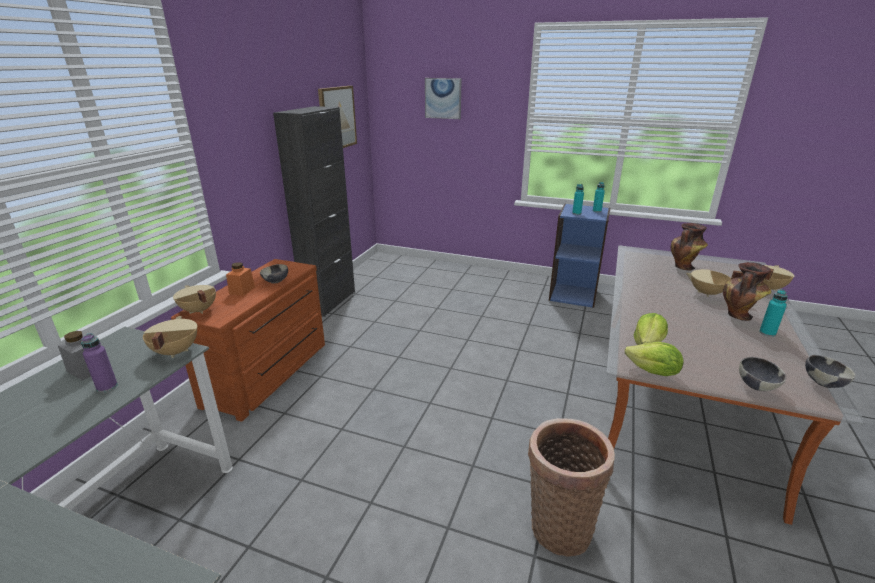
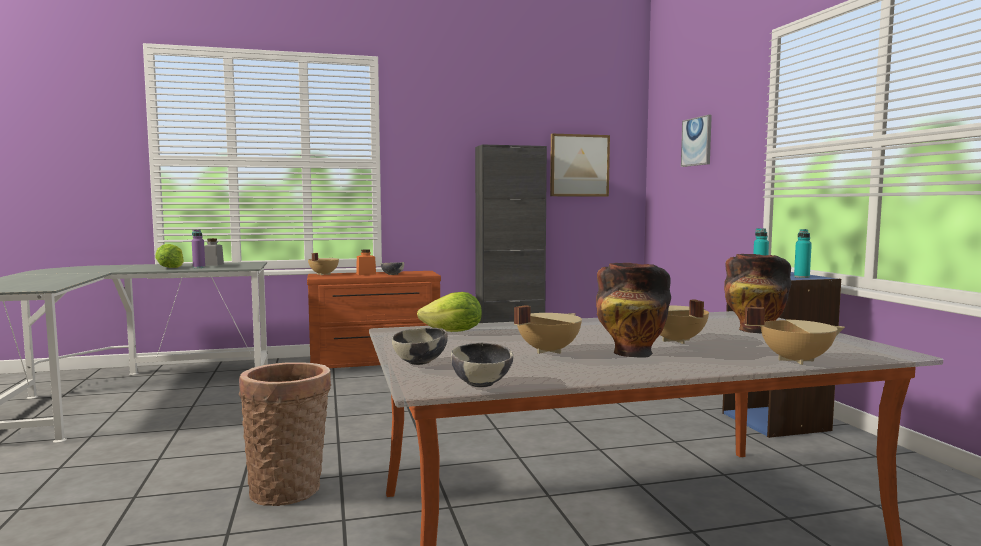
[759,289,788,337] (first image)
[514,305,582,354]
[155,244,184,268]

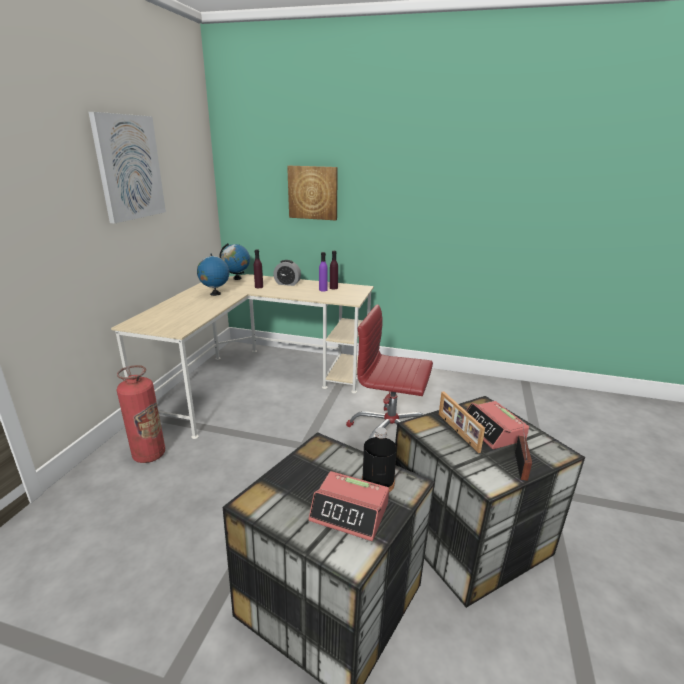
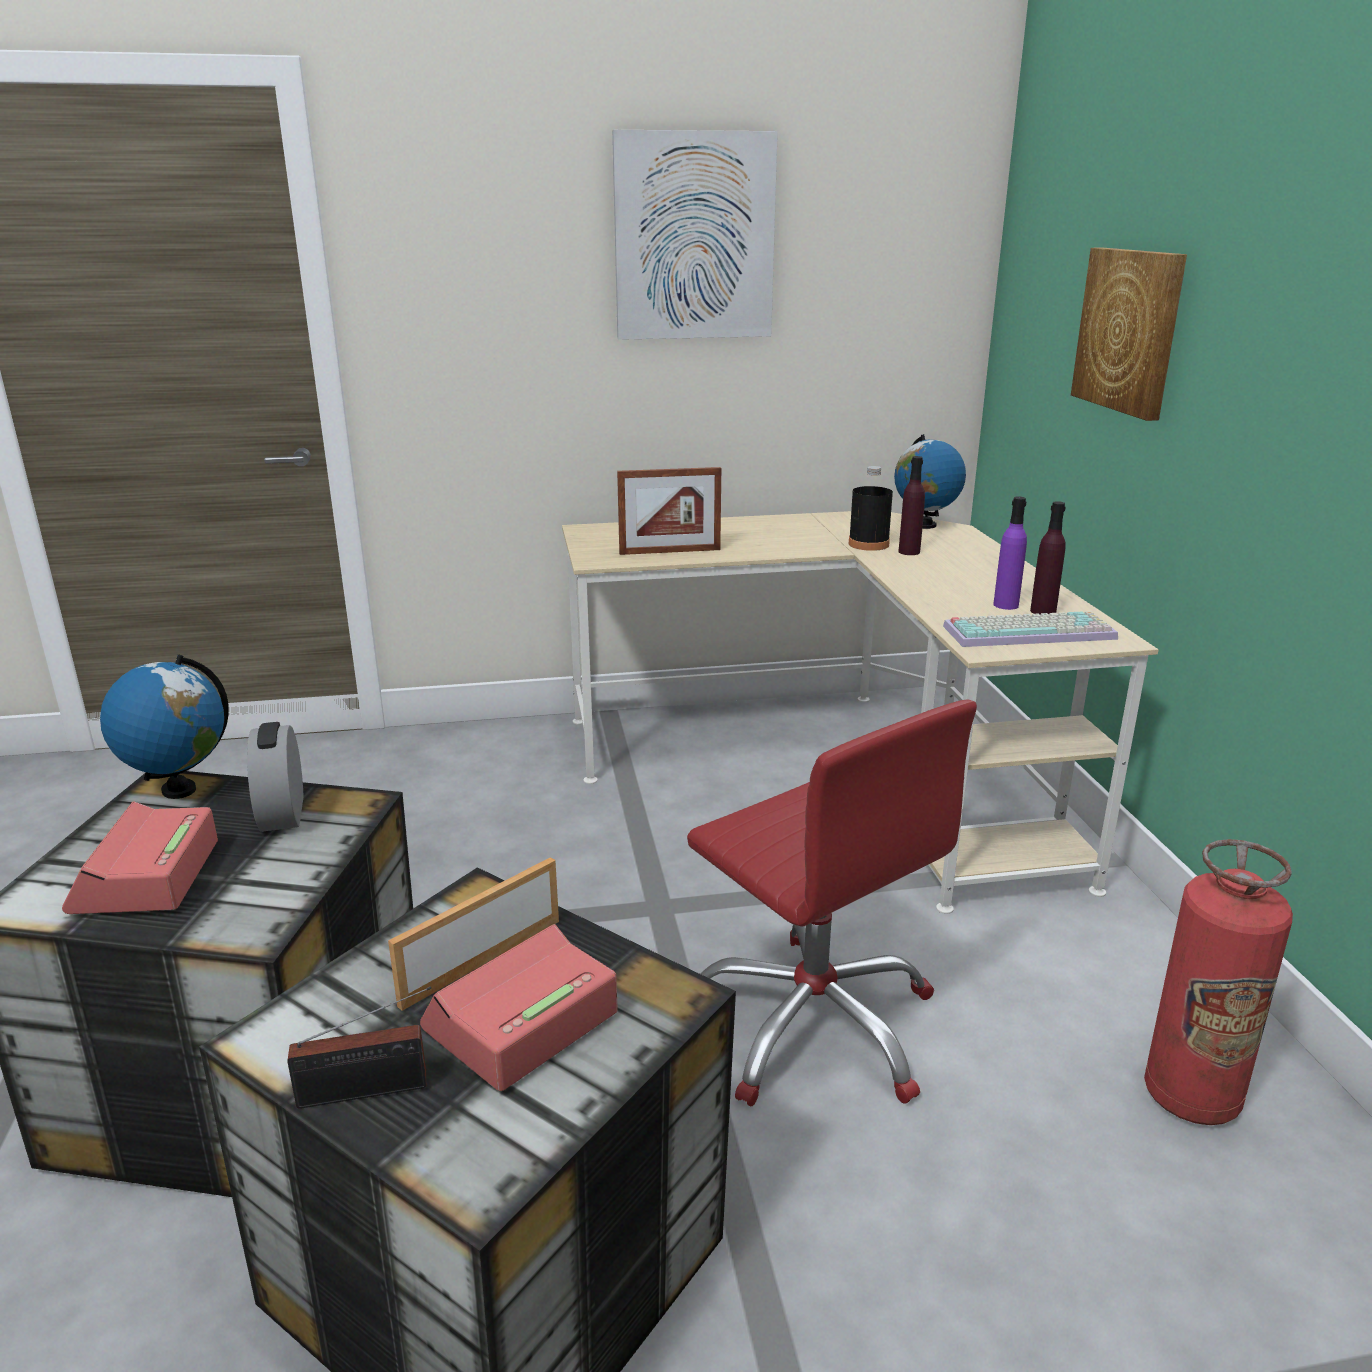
[617,467,721,555]
[943,611,1118,647]
[1144,839,1293,1125]
[100,655,229,799]
[247,722,304,832]
[849,466,893,551]
[687,699,977,1106]

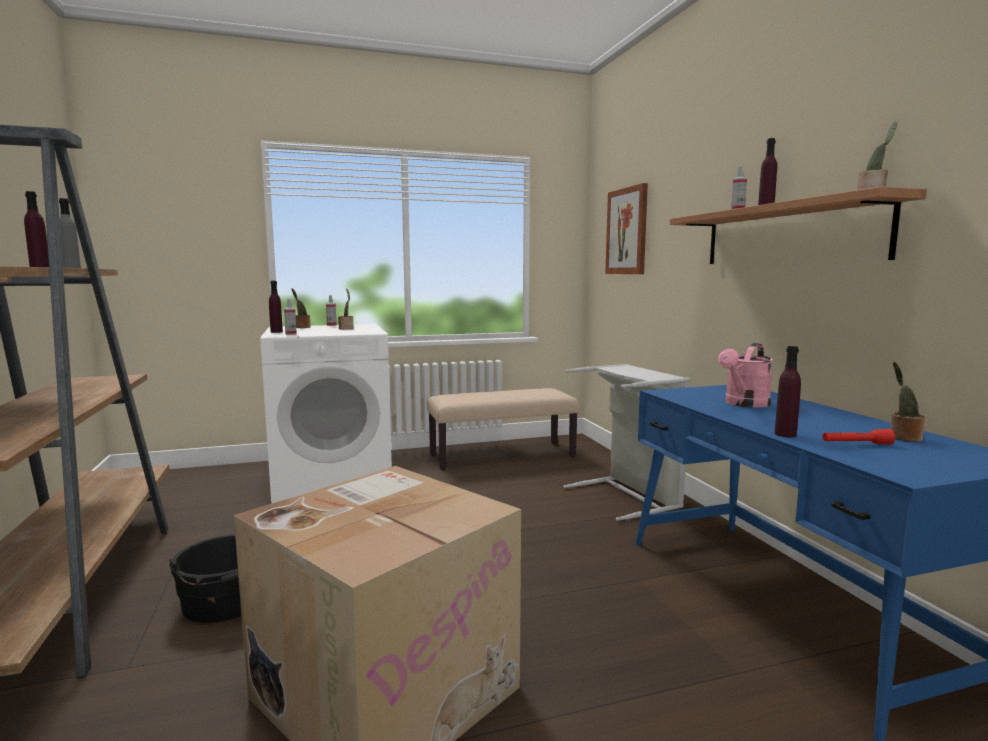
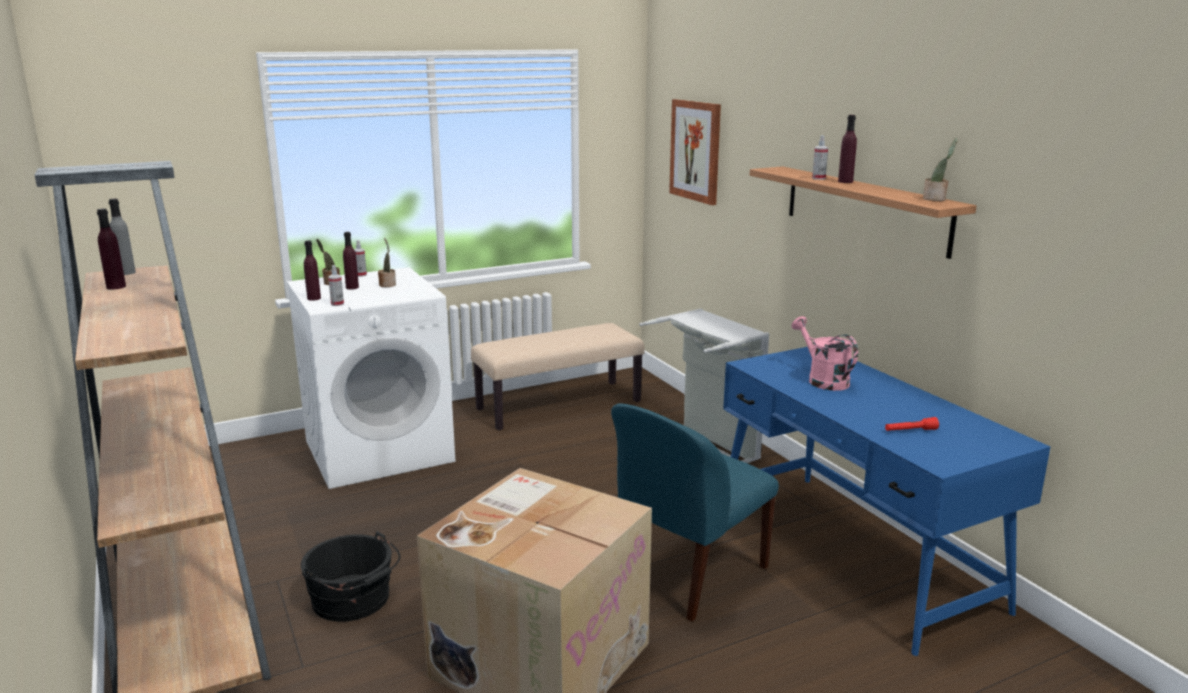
[891,362,926,442] (first image)
[611,403,779,622]
[343,232,359,290]
[792,316,858,391]

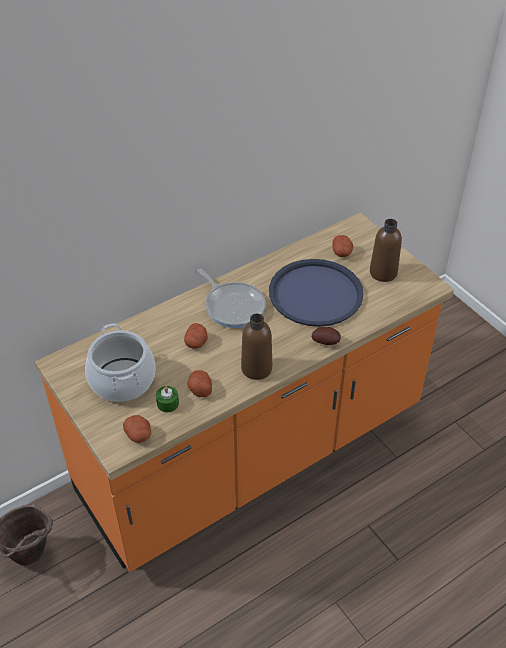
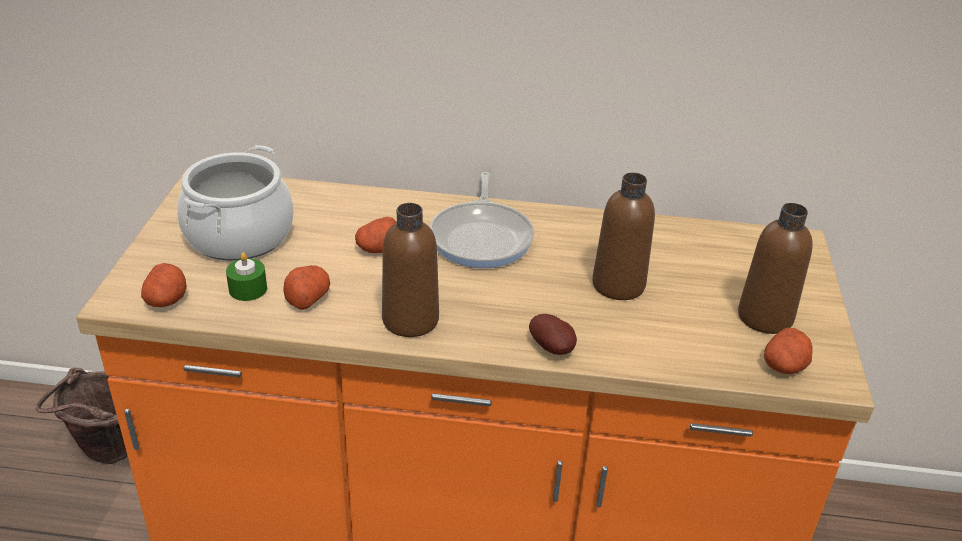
[764,328,813,374]
[592,173,655,300]

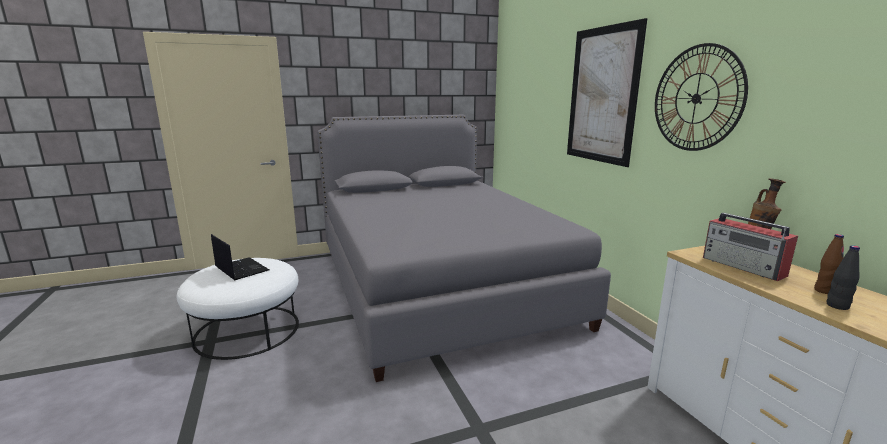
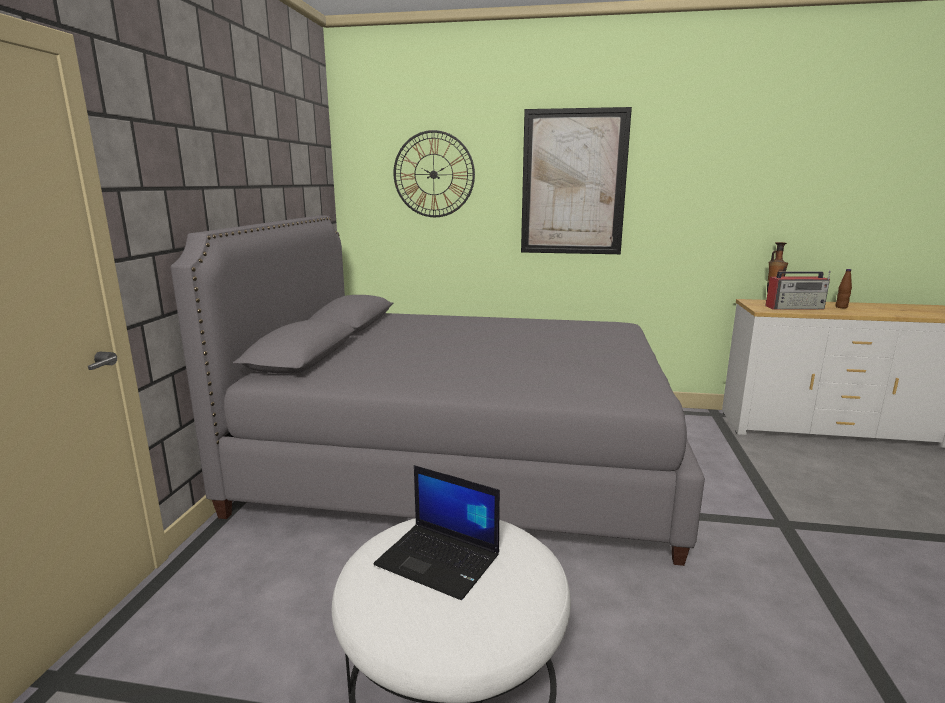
[826,245,860,310] (first image)
[394,130,475,217]
[373,465,500,600]

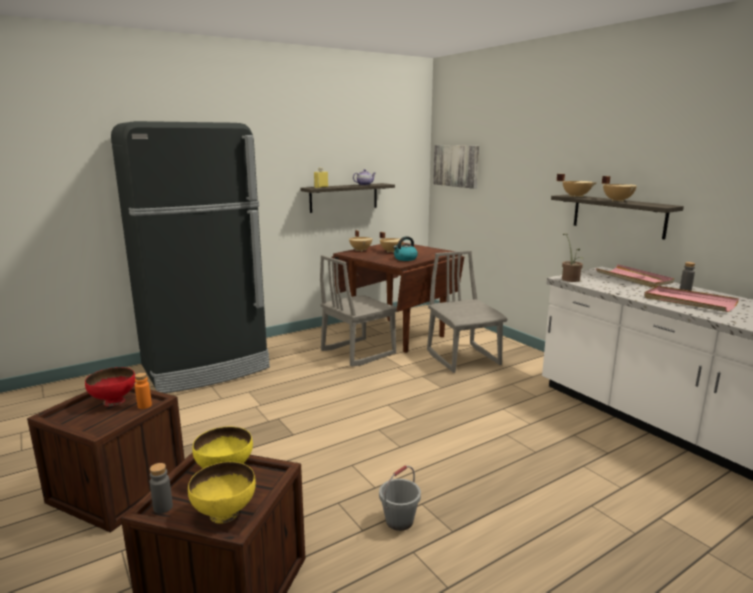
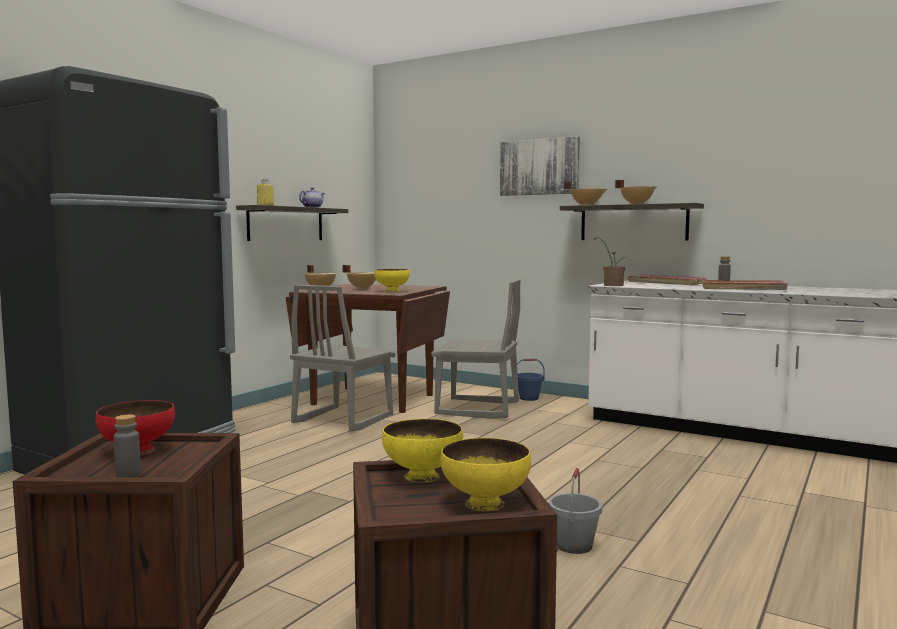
[135,373,152,409] (first image)
[517,358,545,401]
[114,415,141,477]
[500,136,580,196]
[374,269,410,292]
[431,279,521,419]

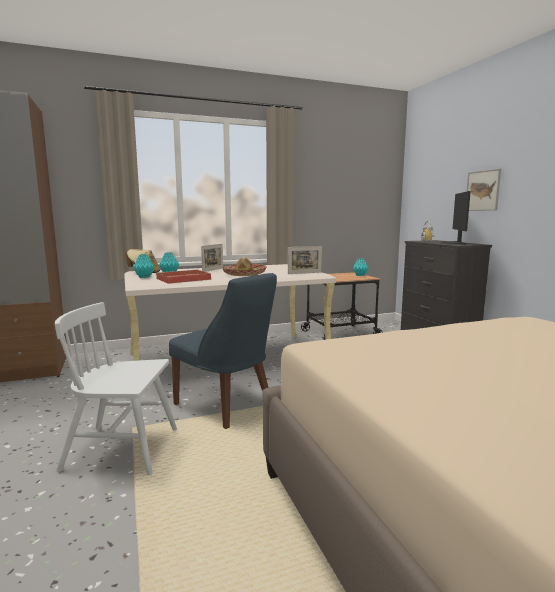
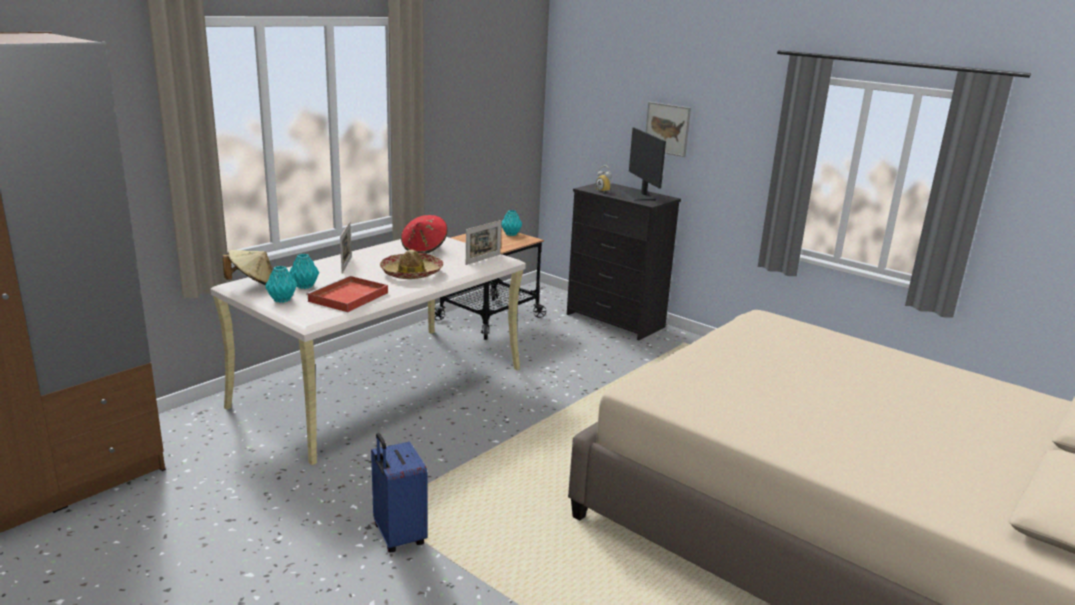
[169,273,277,429] (first image)
[401,215,447,254]
[371,433,428,552]

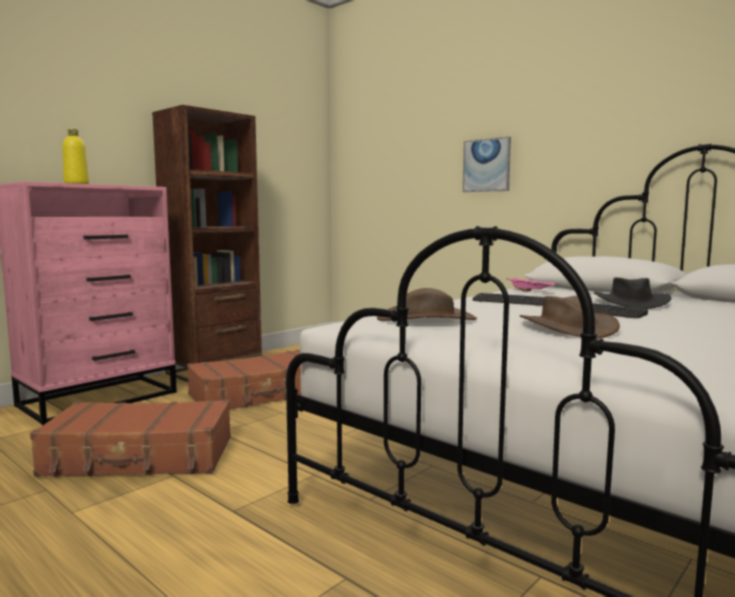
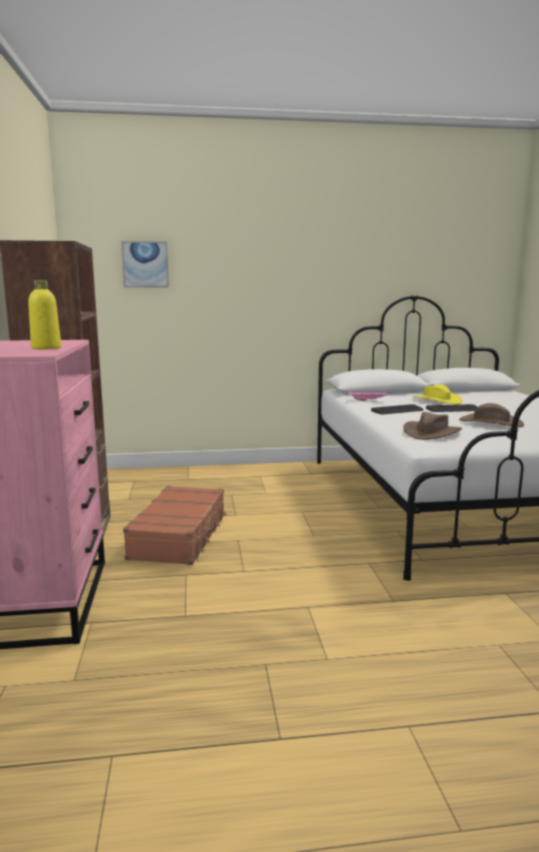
[30,400,231,477] (first image)
[121,241,169,287]
[412,384,463,404]

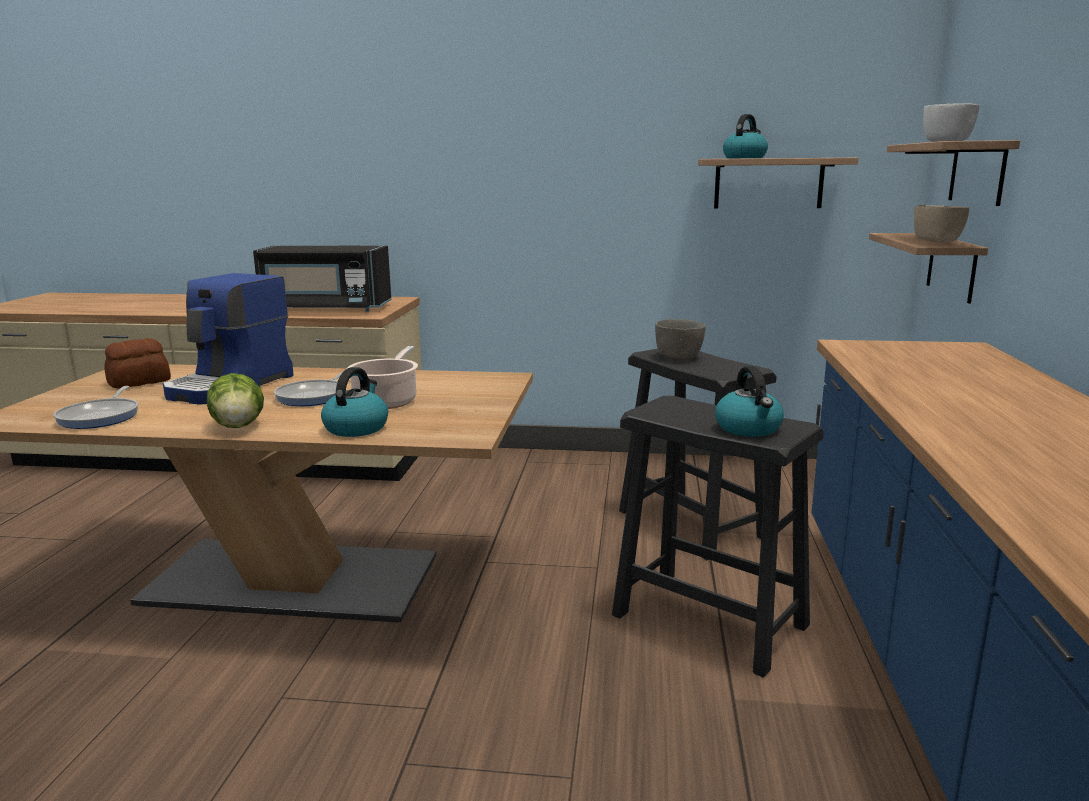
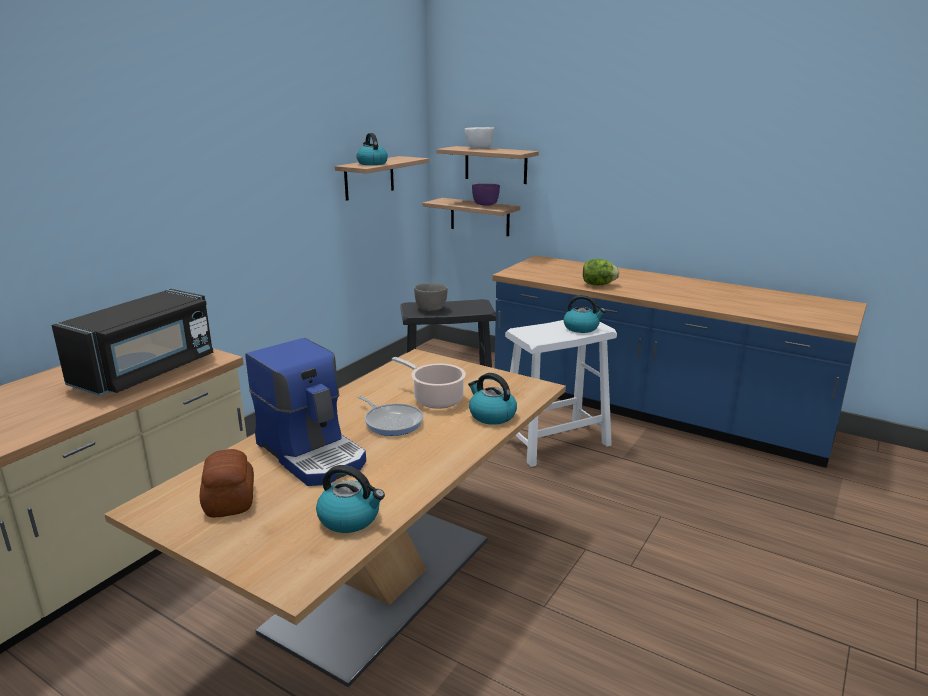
[583,259,619,285]
[316,465,385,533]
[505,320,617,467]
[472,184,500,206]

